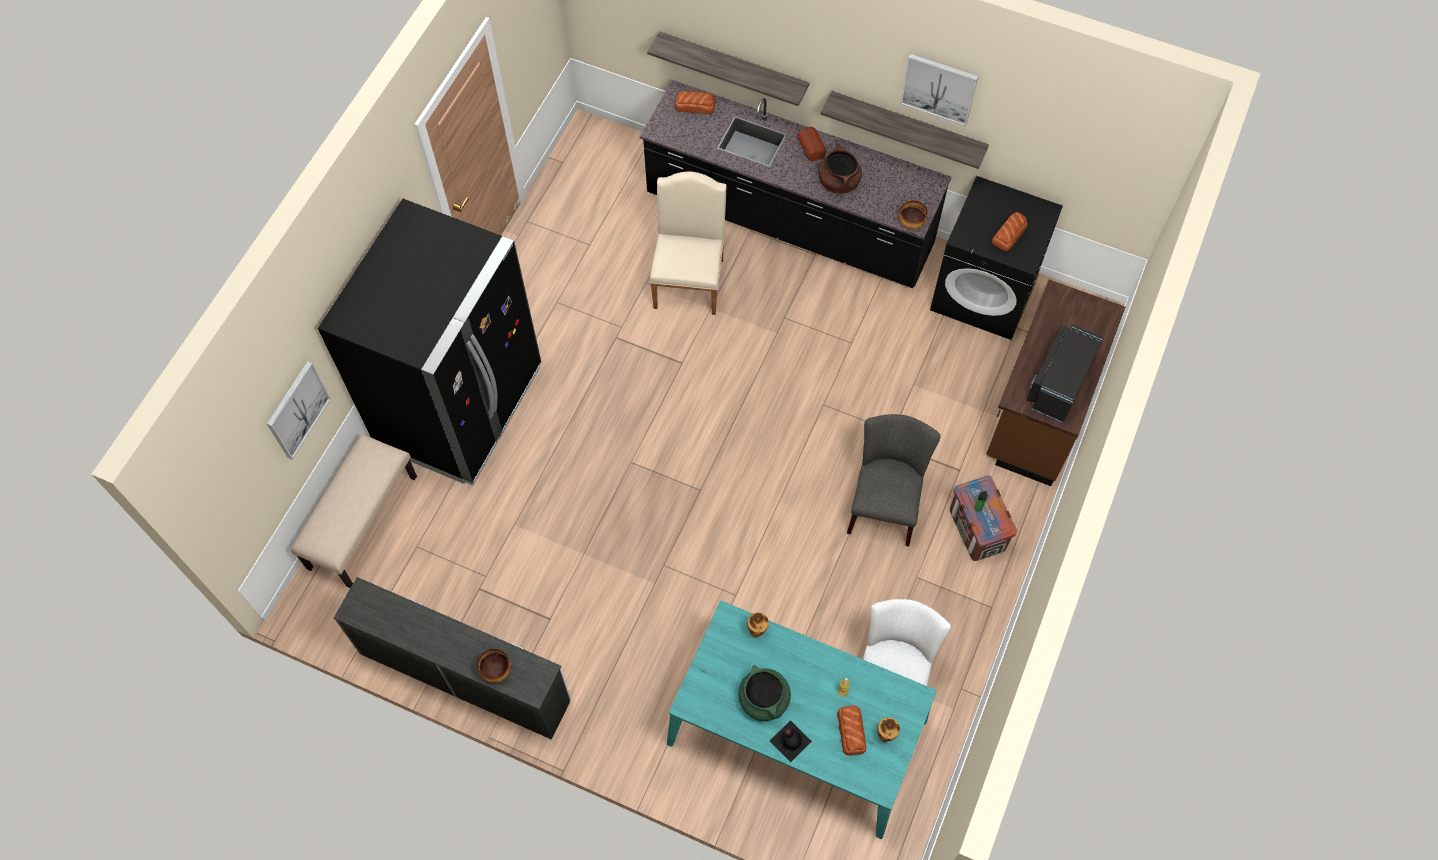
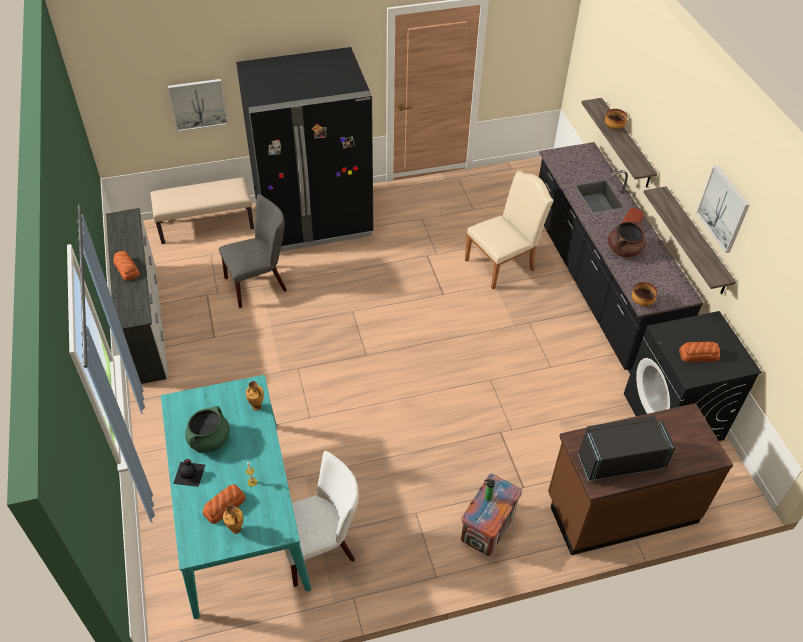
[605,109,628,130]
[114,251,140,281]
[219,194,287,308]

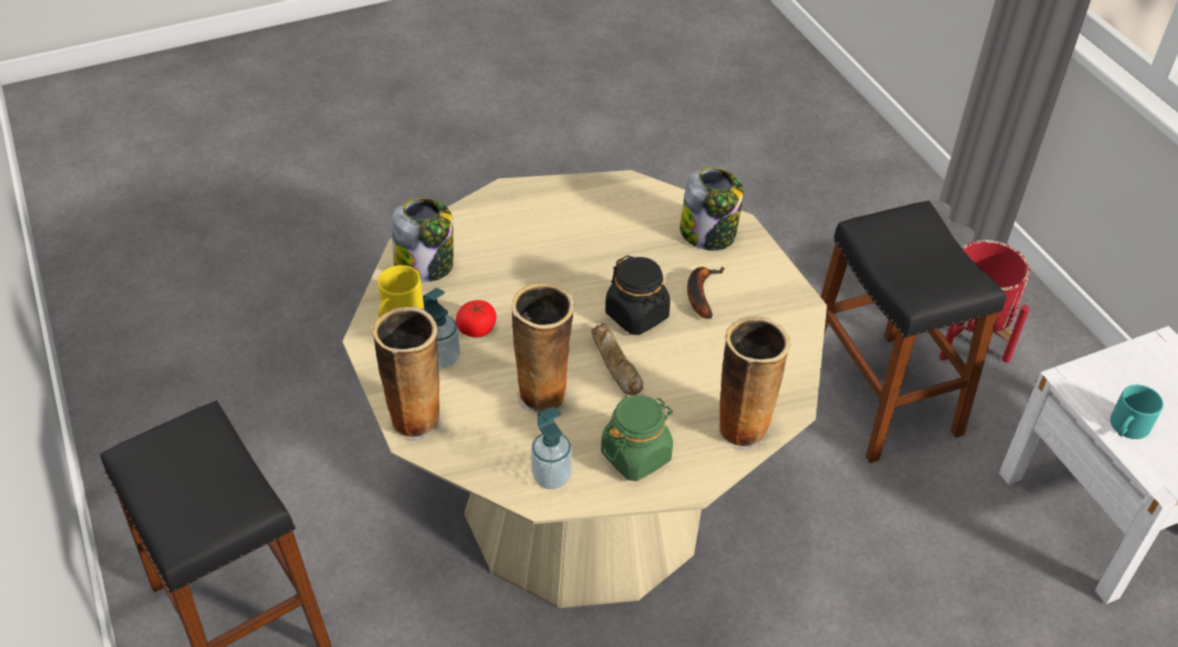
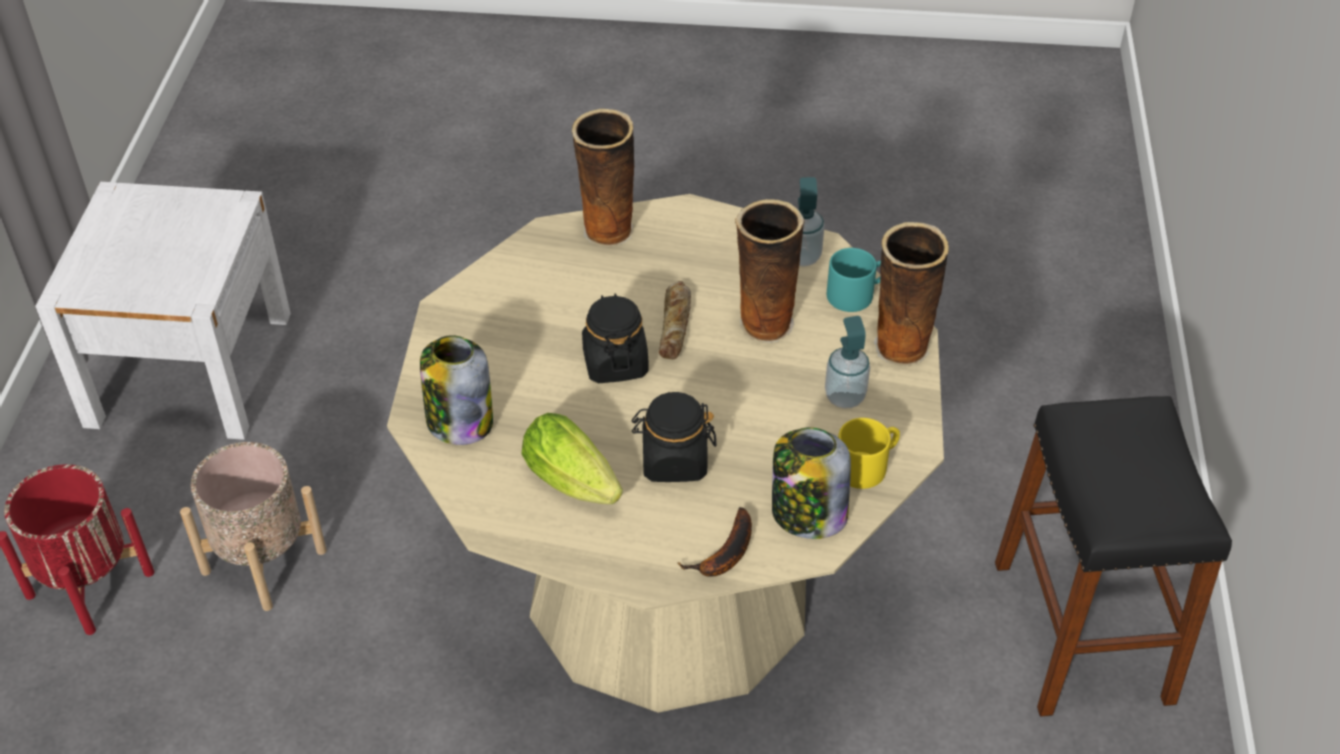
[456,300,496,338] (first image)
[601,395,673,481] (first image)
[522,413,623,504]
[631,392,717,482]
[677,507,752,576]
[827,248,881,312]
[180,442,327,611]

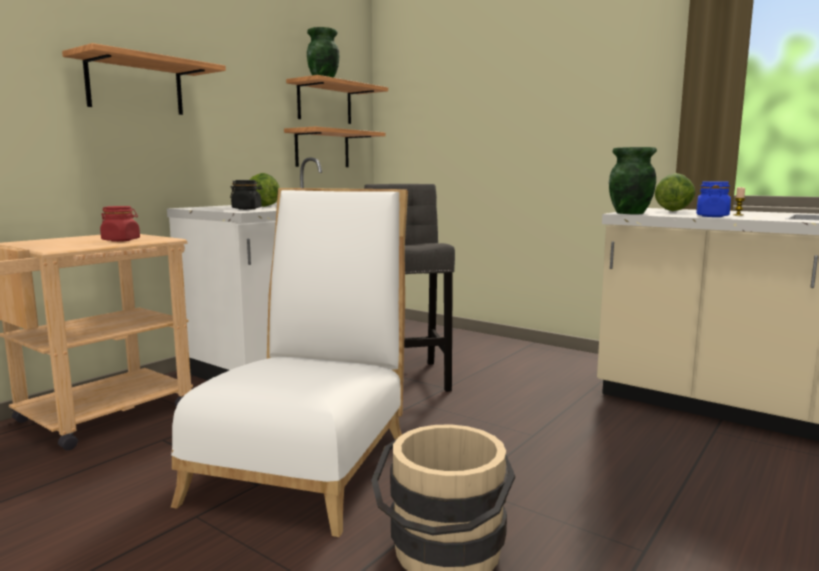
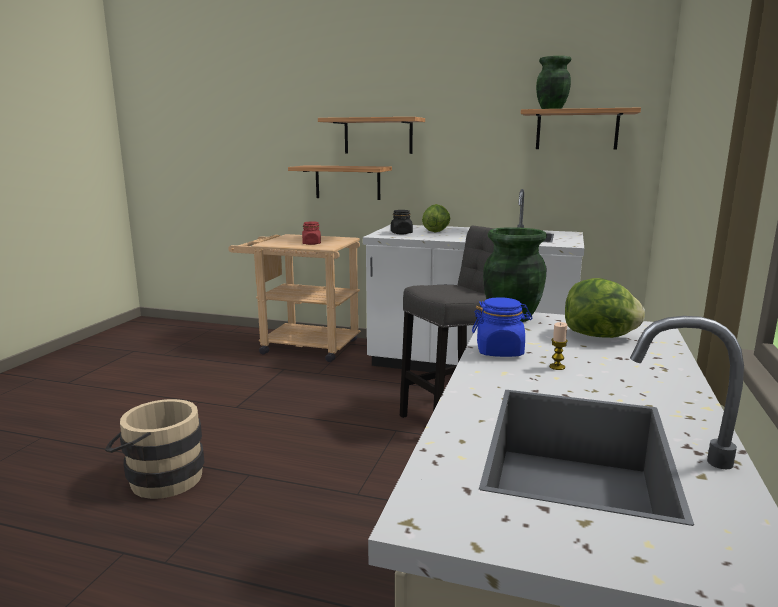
[171,188,408,537] (first image)
[288,165,392,200]

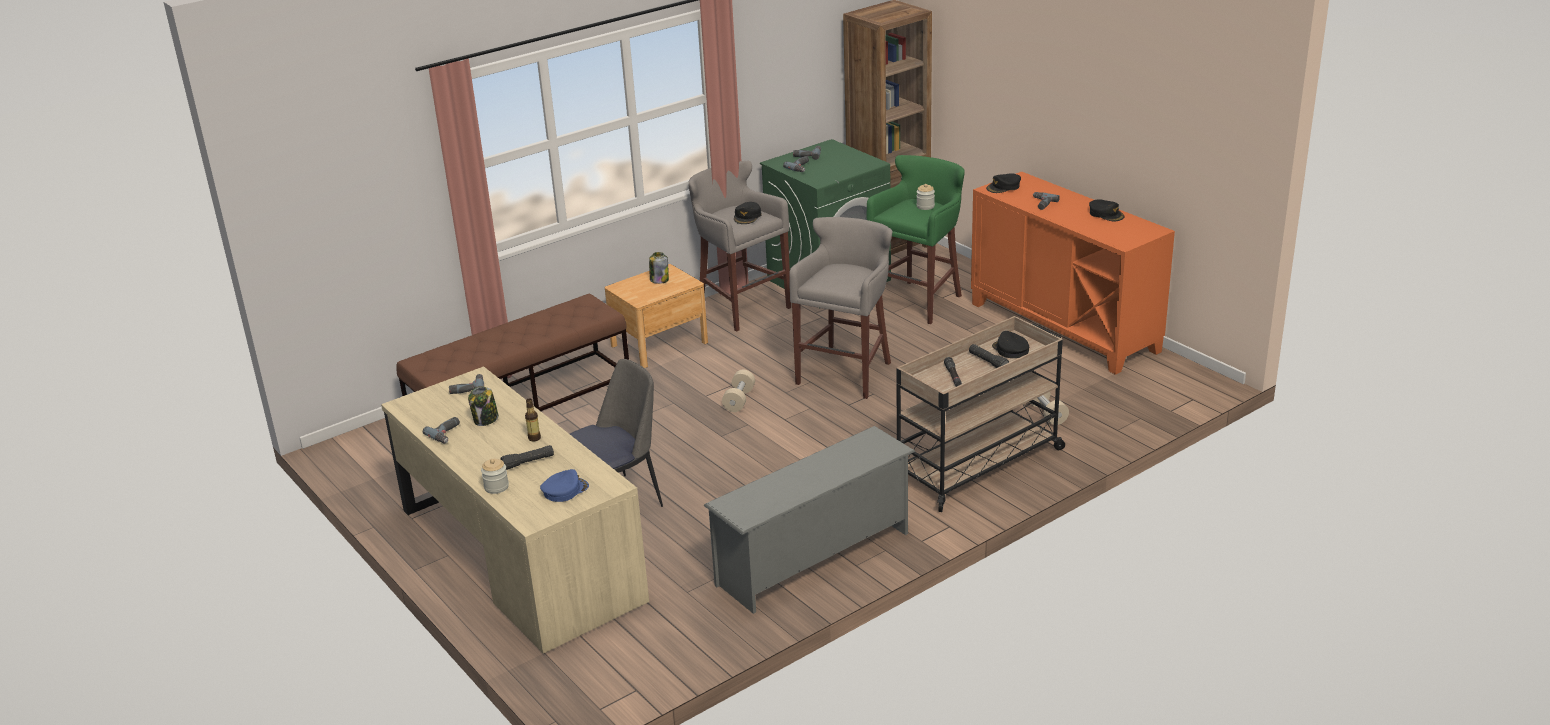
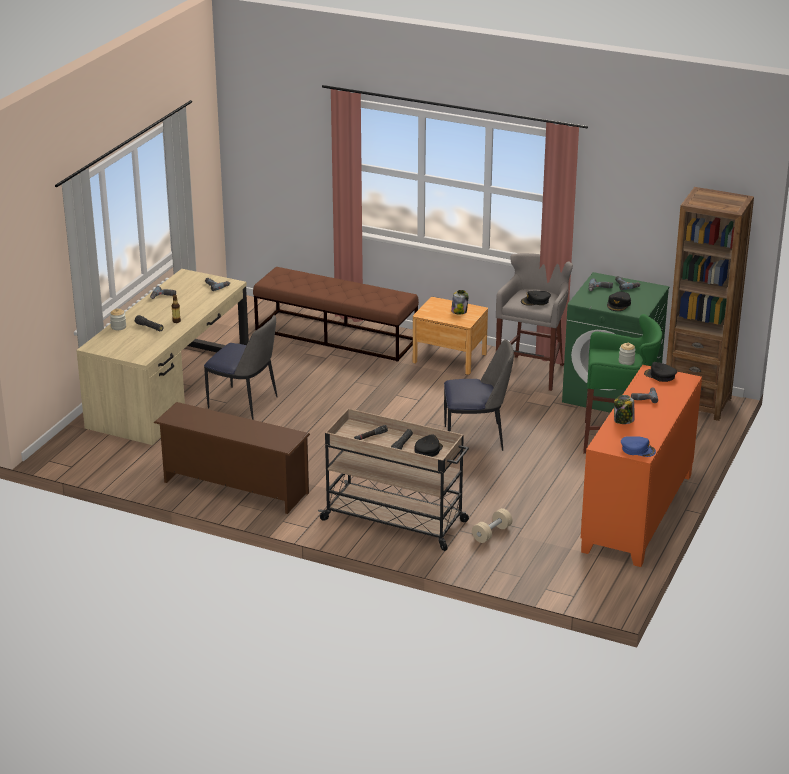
[722,370,755,412] (first image)
[614,395,634,424]
[621,436,656,457]
[607,292,631,311]
[444,340,514,451]
[154,402,310,514]

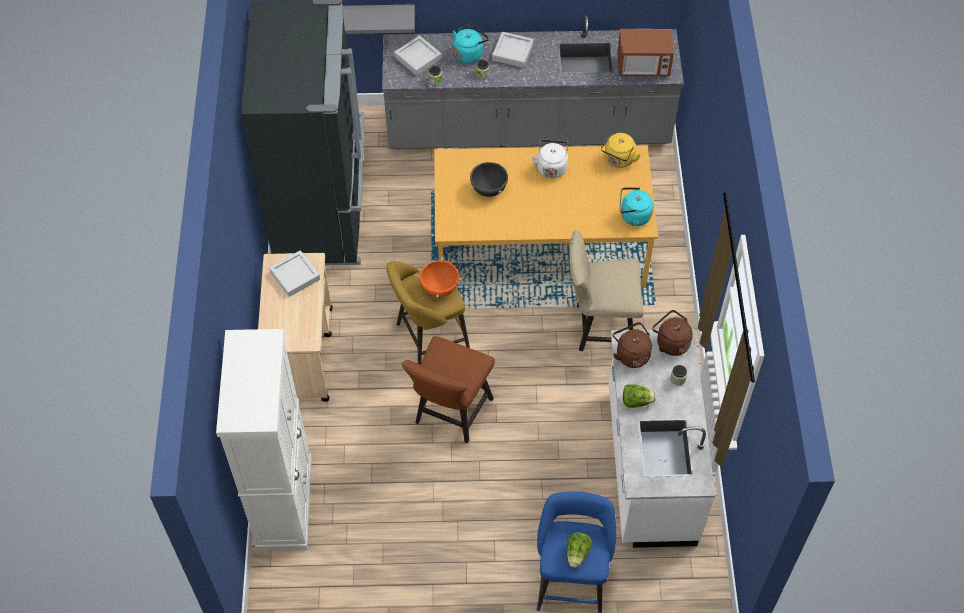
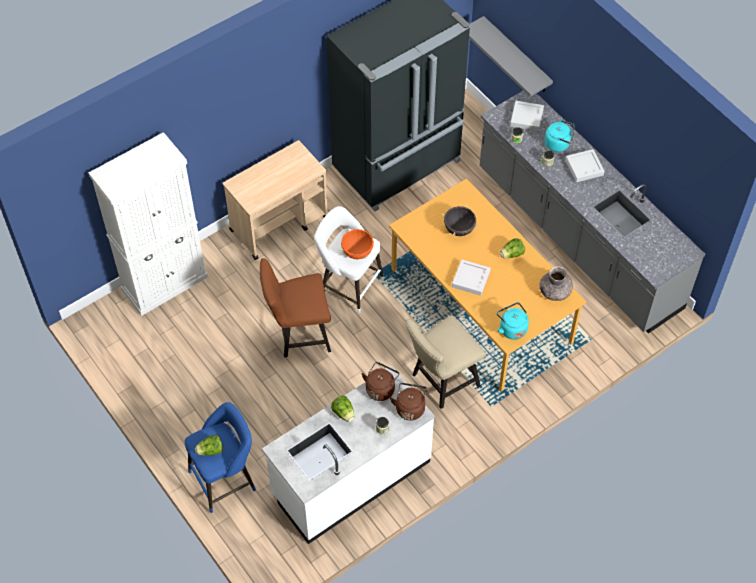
[617,29,674,76] (first image)
[452,259,491,296]
[500,238,525,258]
[539,266,573,301]
[315,206,384,314]
[406,315,486,409]

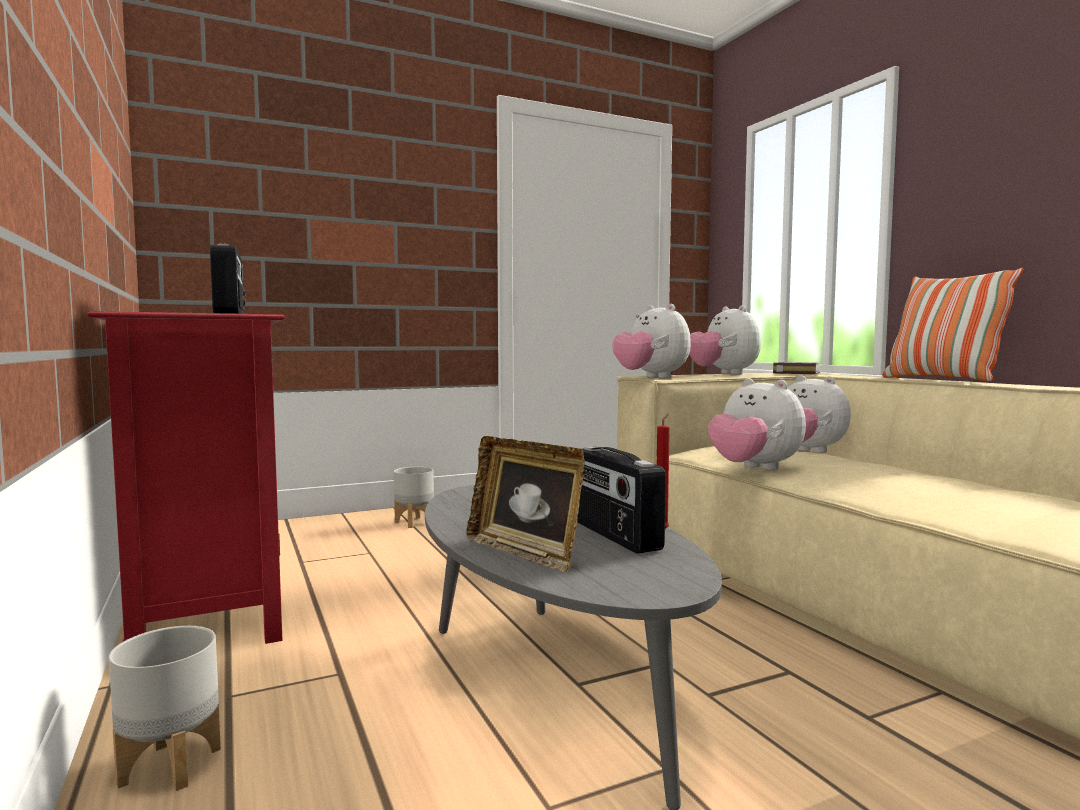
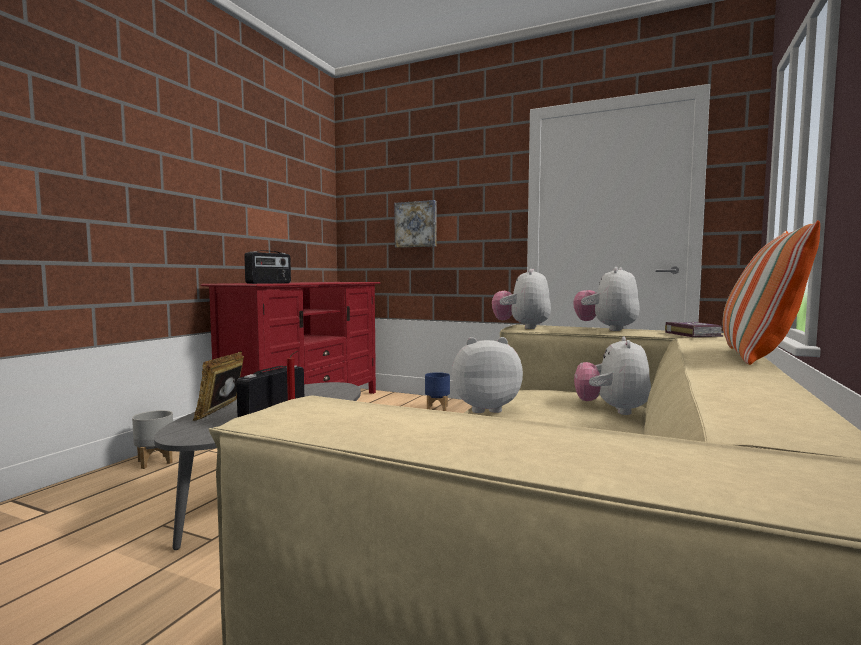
[394,200,436,248]
[425,372,450,411]
[452,337,523,413]

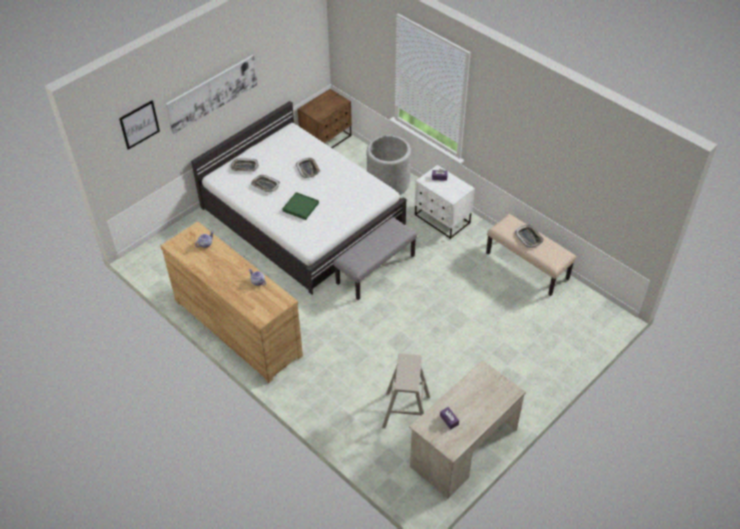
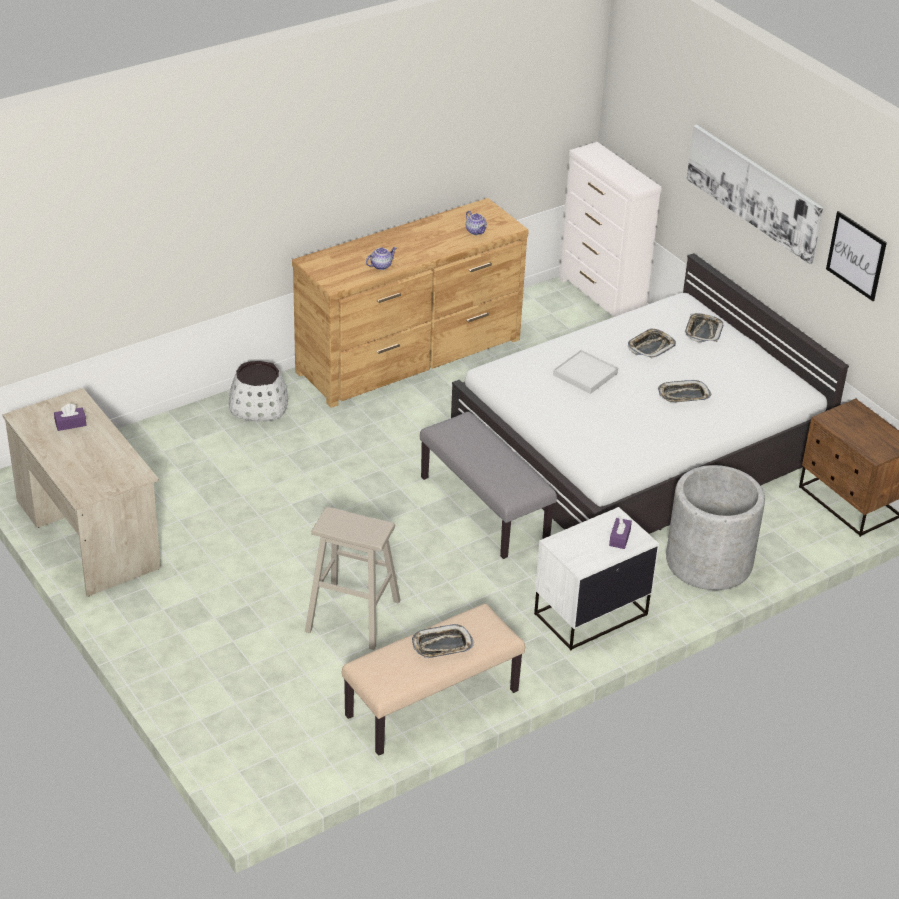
[229,361,288,422]
[559,142,662,317]
[826,211,887,301]
[305,507,400,650]
[553,350,618,394]

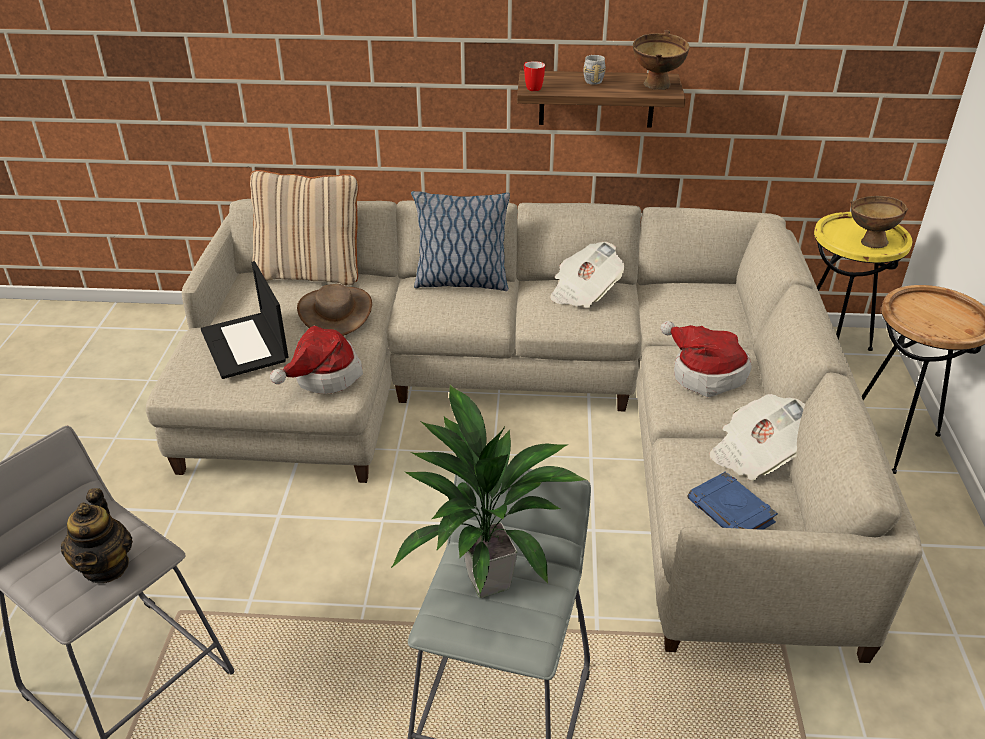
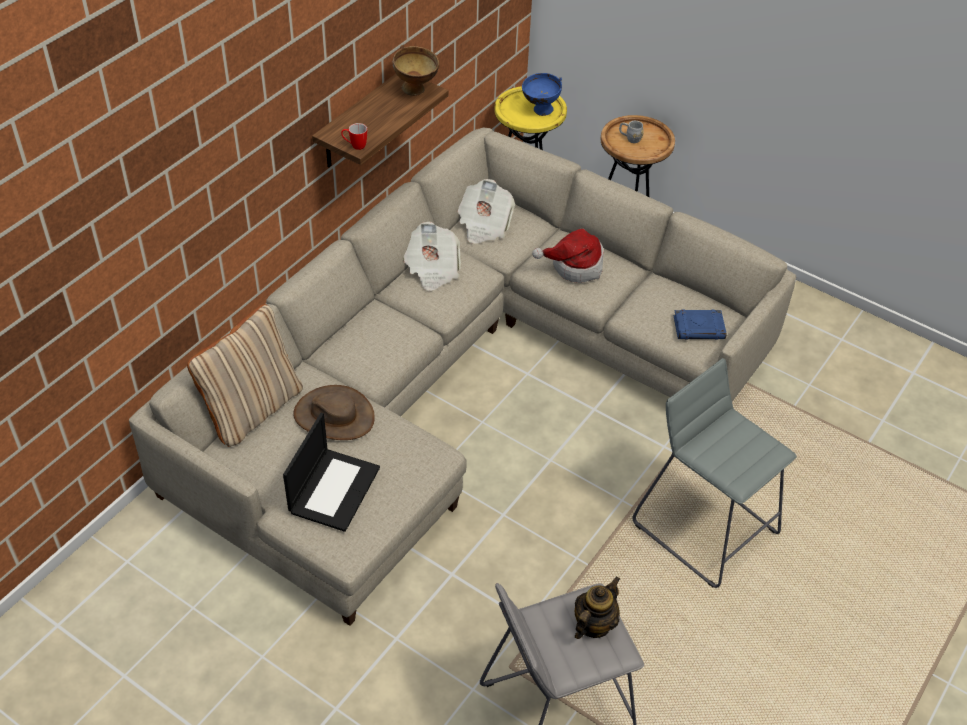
[270,326,363,394] (first image)
[391,385,587,598] (first image)
[411,191,510,291] (first image)
[619,121,644,143]
[457,179,515,243]
[522,73,562,116]
[575,576,620,639]
[283,413,380,532]

